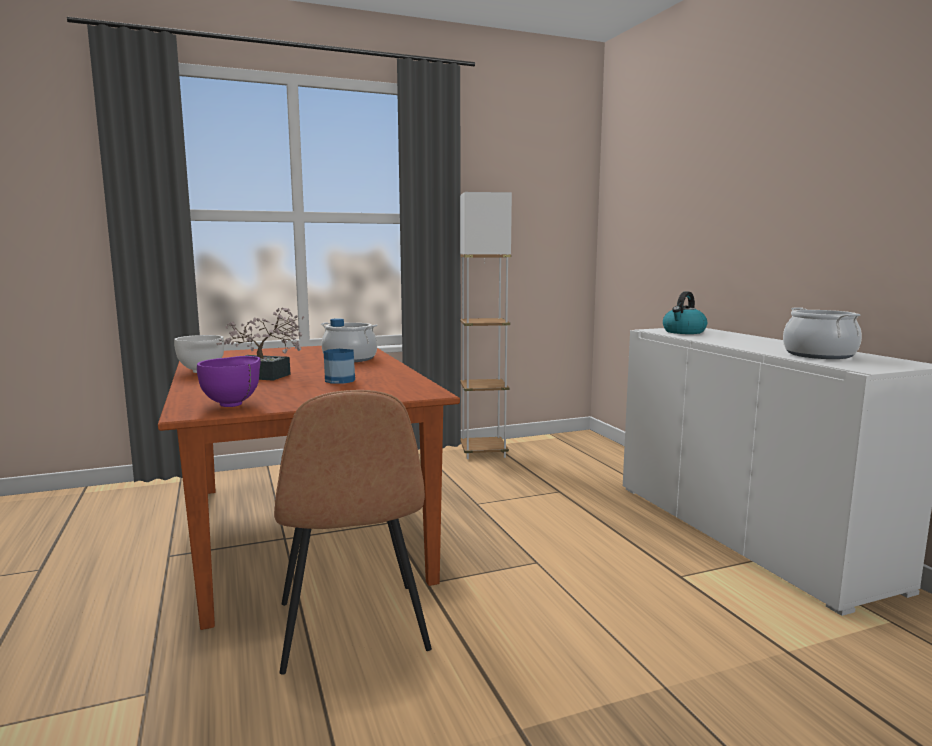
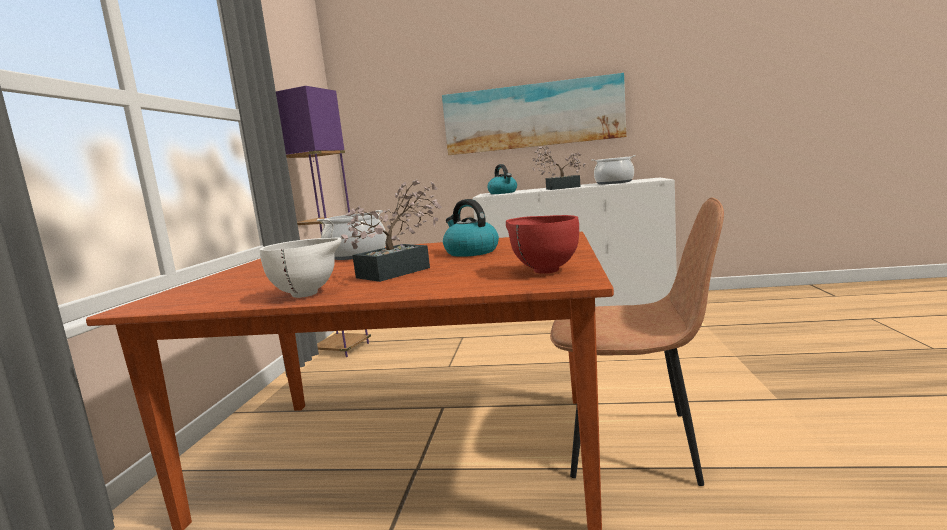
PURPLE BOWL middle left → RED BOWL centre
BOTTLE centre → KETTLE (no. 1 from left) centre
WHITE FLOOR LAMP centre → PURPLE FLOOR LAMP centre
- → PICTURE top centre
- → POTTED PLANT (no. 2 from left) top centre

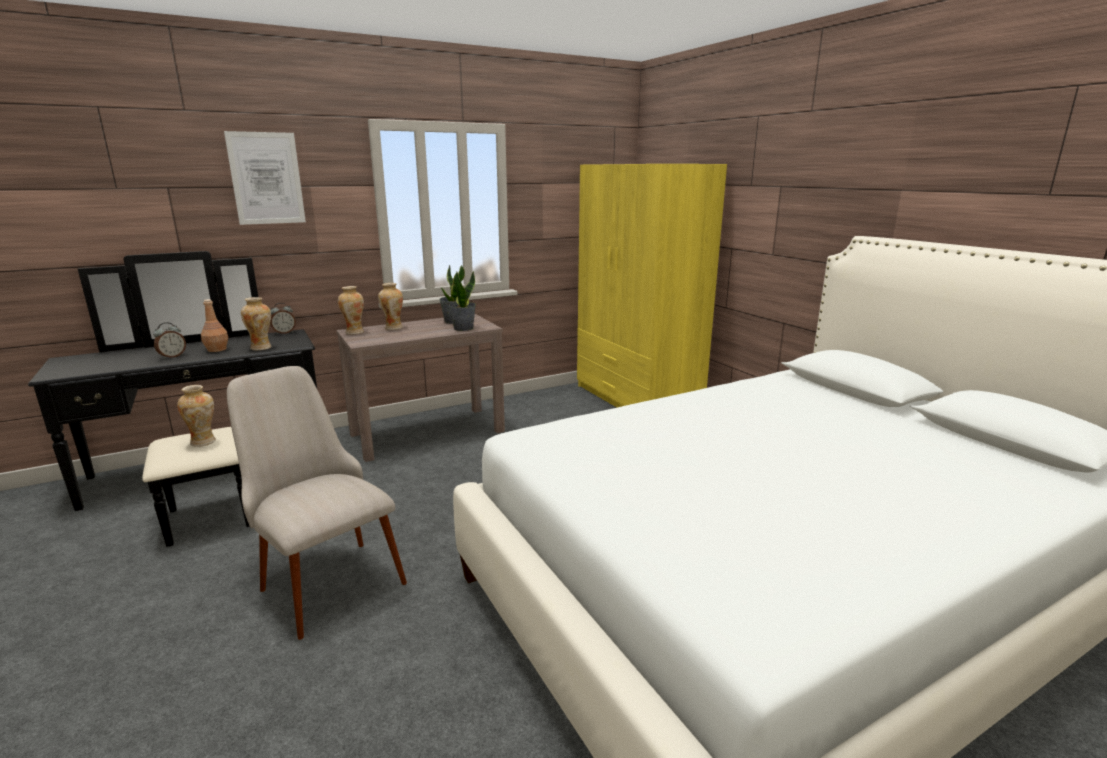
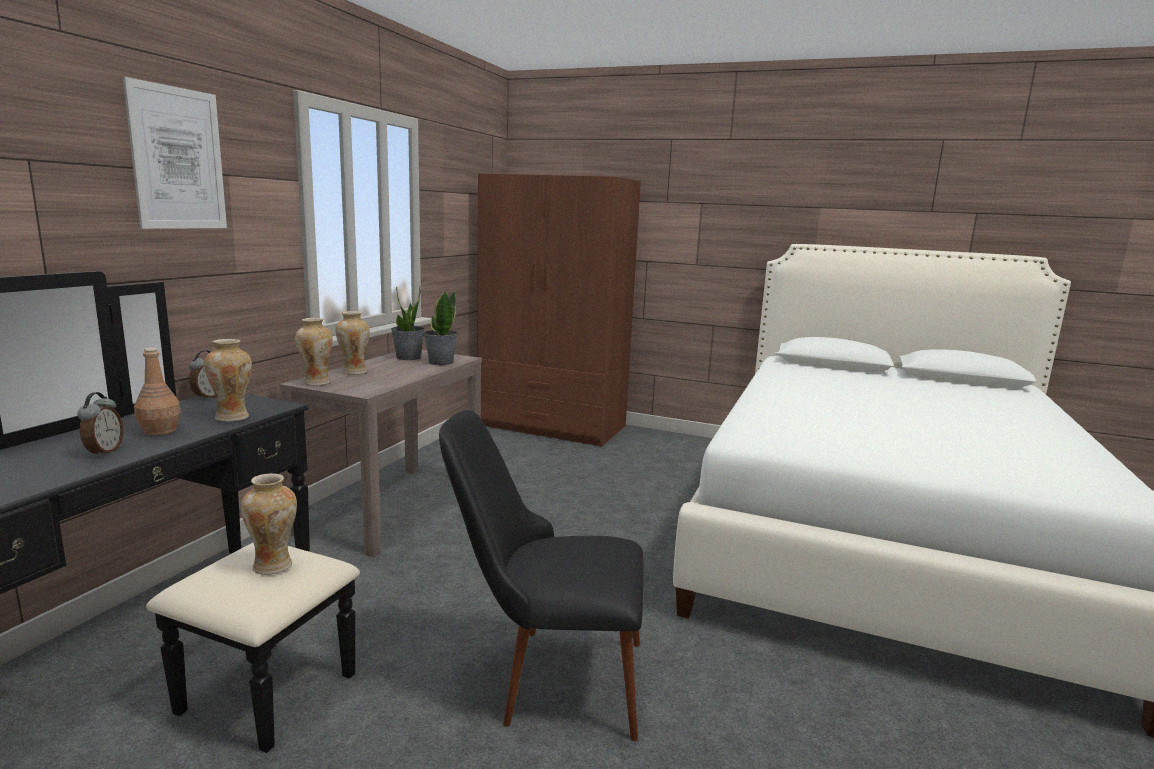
BEIGE CHAIR middle left → BLACK CHAIR bottom centre
YELLOW WARDROBE centre → BROWN WARDROBE centre

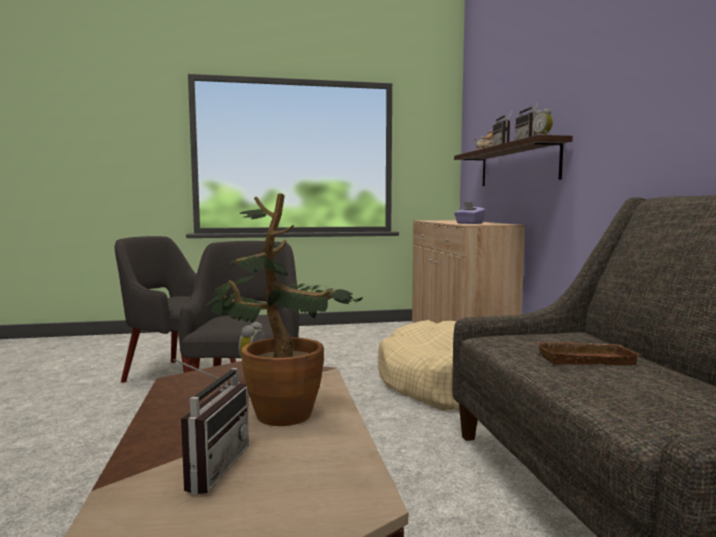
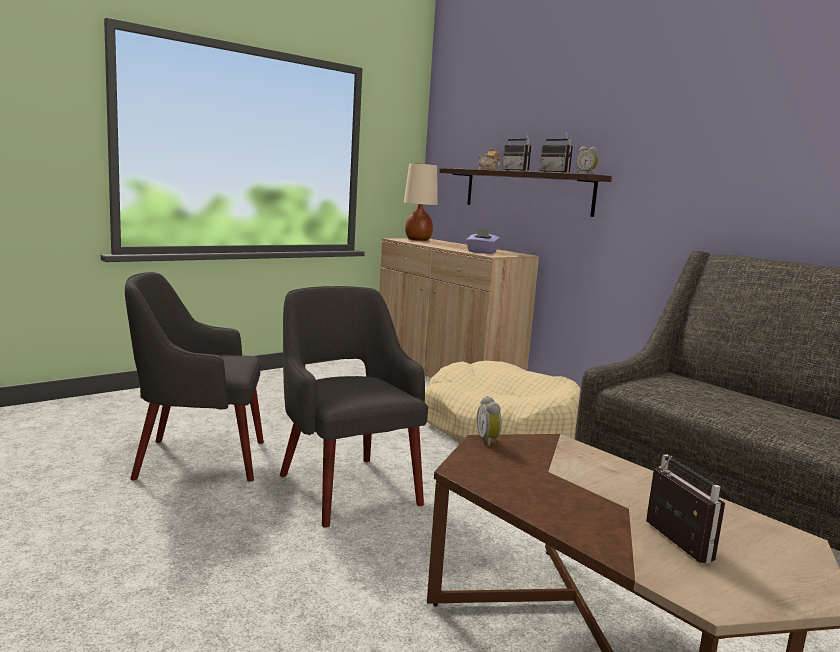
POTTED PLANT centre → -
BROWN TRAY middle right → -
- → BEIGE TABLE LAMP top centre

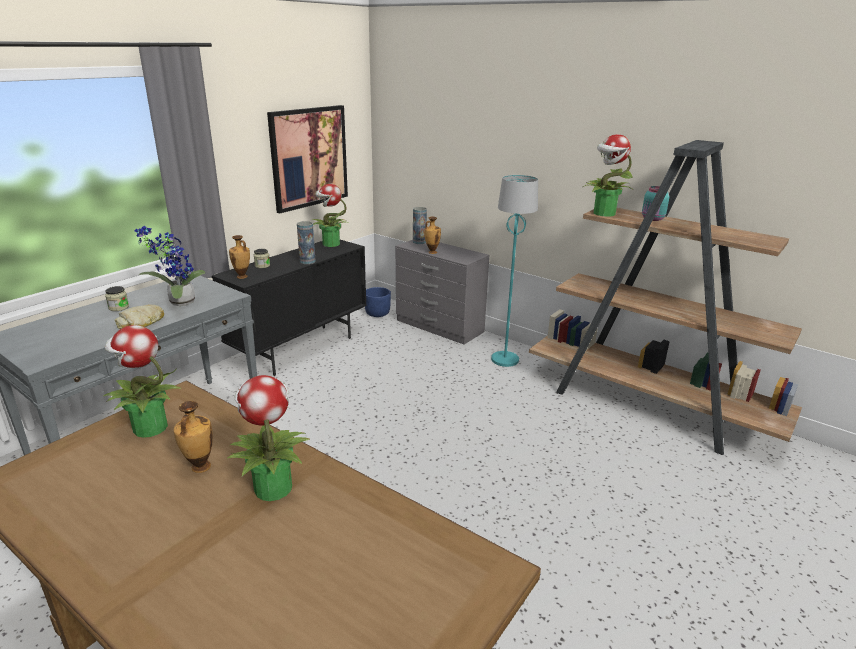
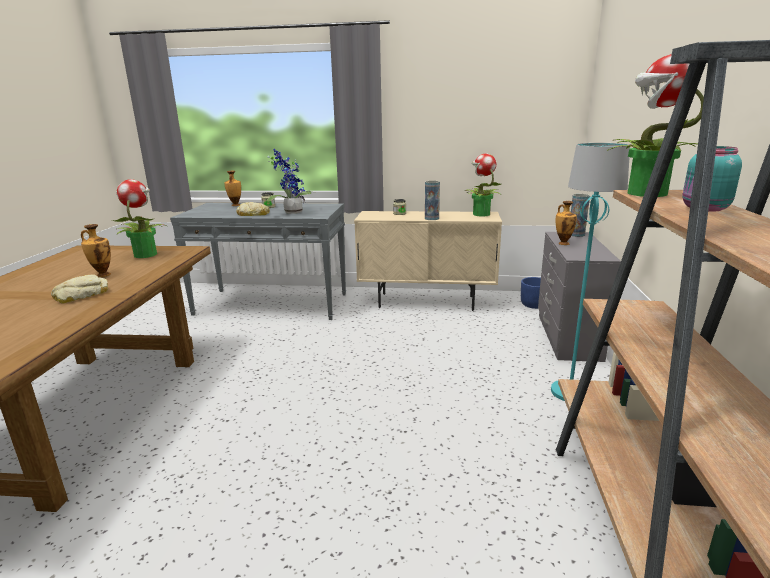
BLACK CABINET centre → BEIGE CABINET centre
POTTED PLANT (no. 3 from left) bottom left → BREAD (no. 1 from left) middle left
VASE (no. 2 from left) middle left → VASE (no. 2 from left) top left, shifted
PICTURE top centre → -

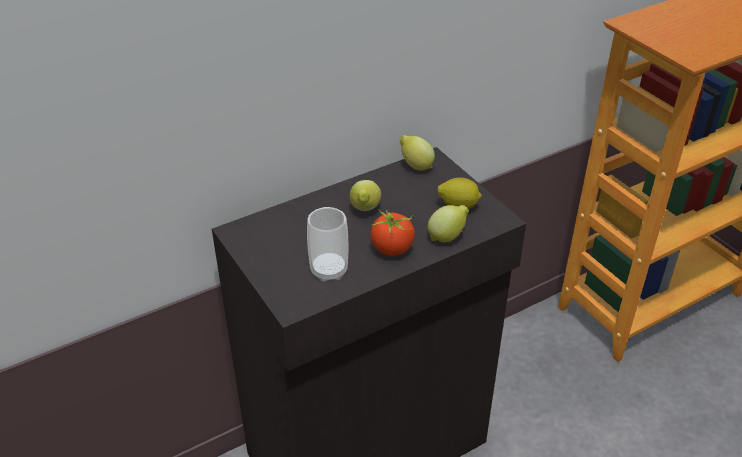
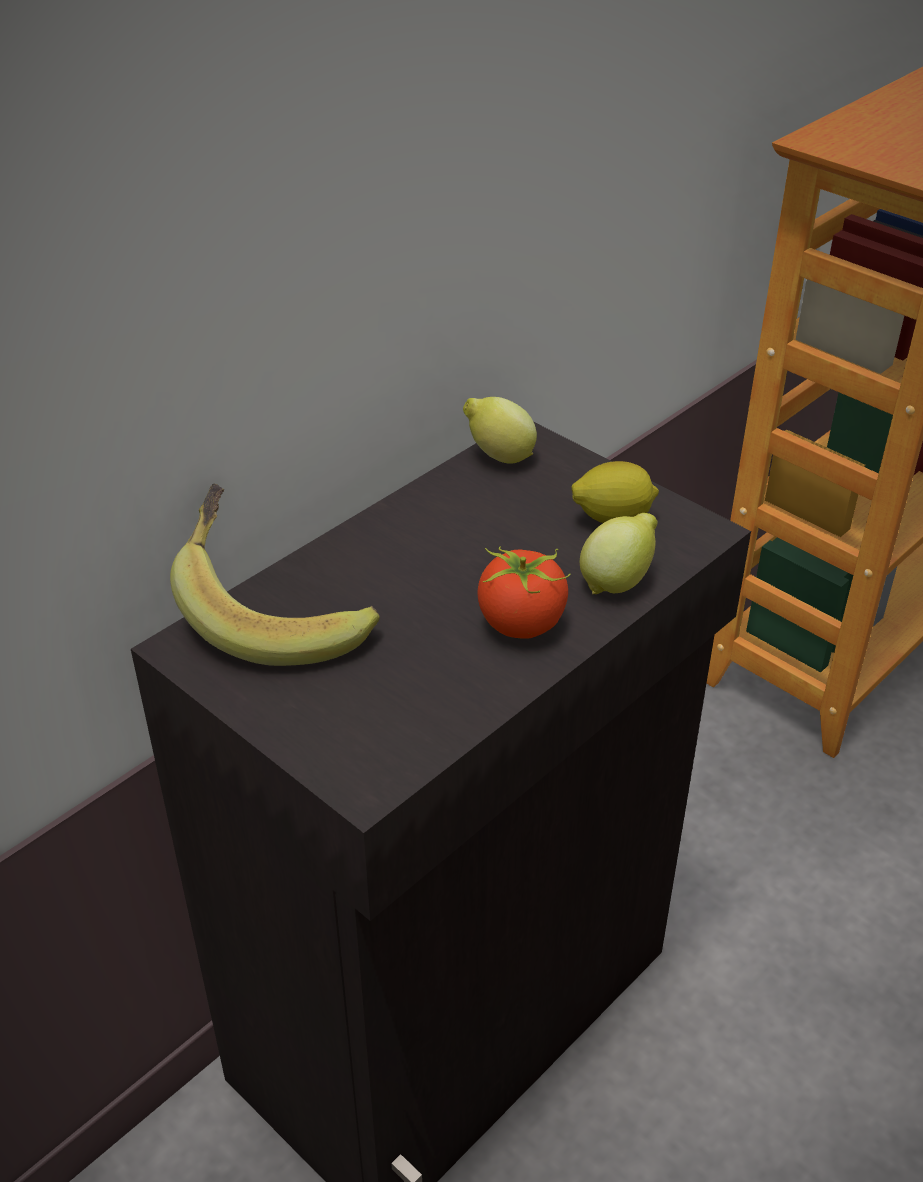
CUP centre → -
LEMON (no. 1 from left) centre → -
- → BANANA middle left

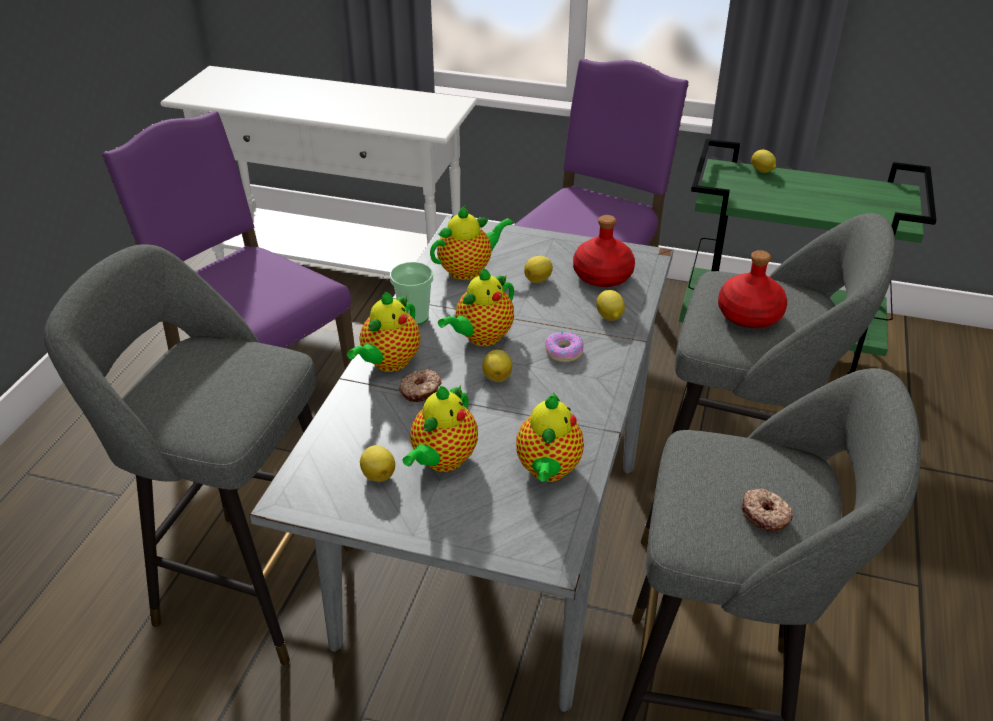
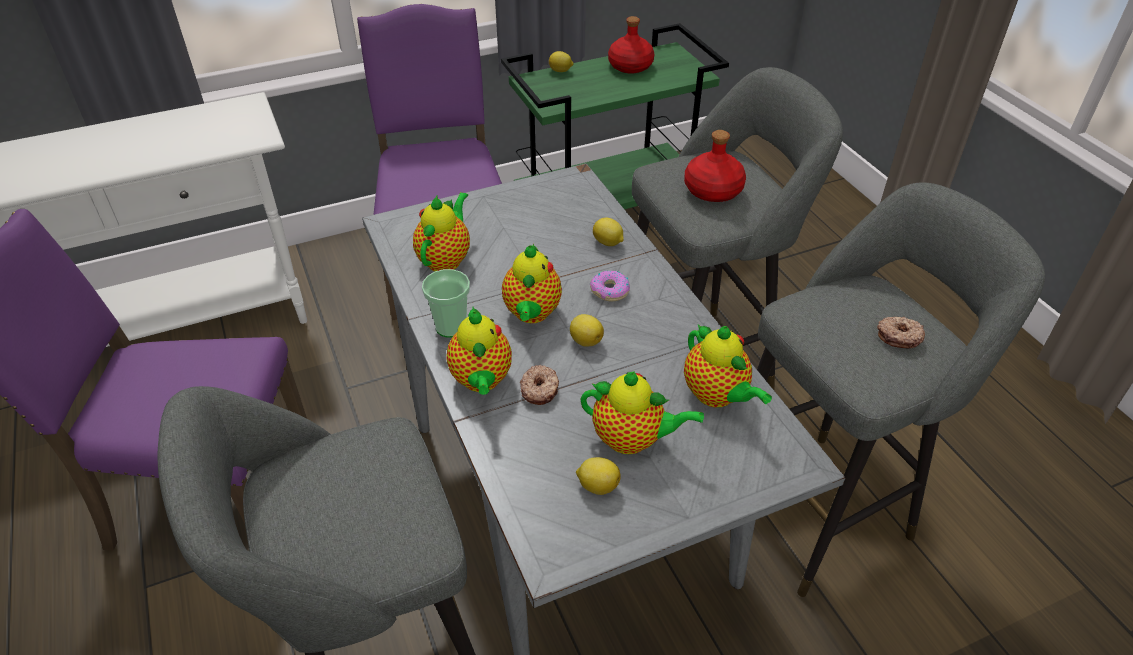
TEAPOT (no. 2 from left in the first image) centre → TEAPOT (no. 4 from left) centre, 60 degrees counterclockwise
LEMON (no. 3 from left) centre → -
RED BOTTLE (no. 1 from left) centre → RED BOTTLE (no. 1 from left) top centre, shifted

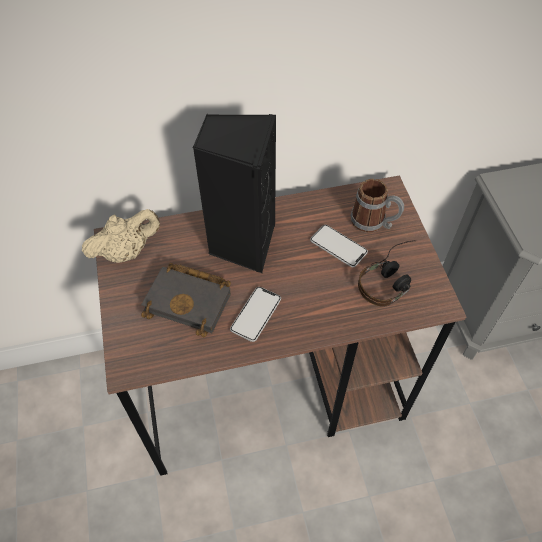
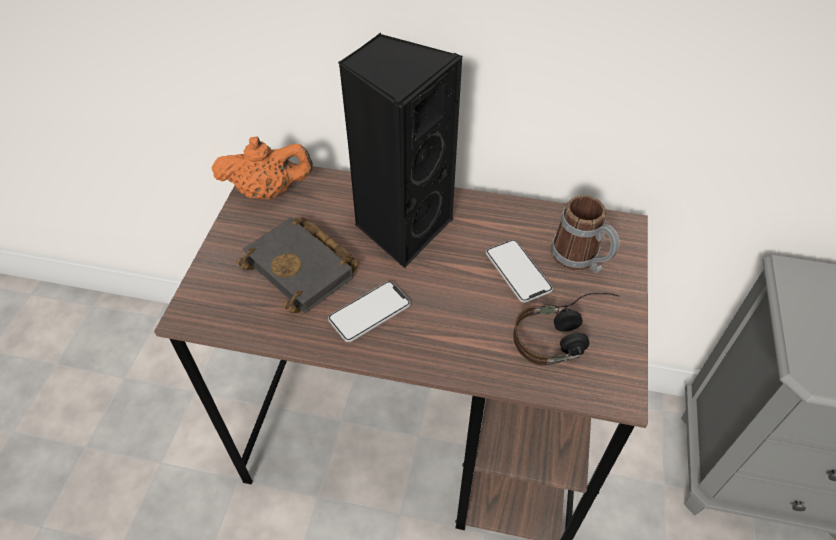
BEIGE TEAPOT middle left → ORANGE TEAPOT top left

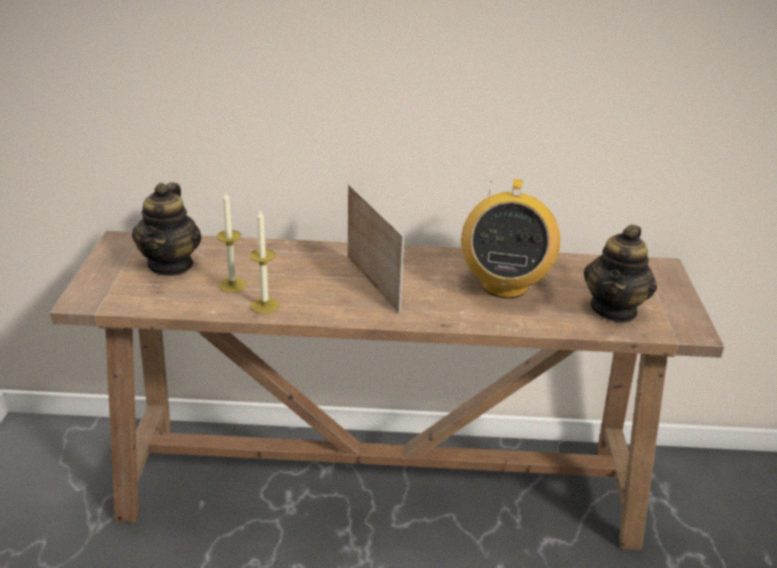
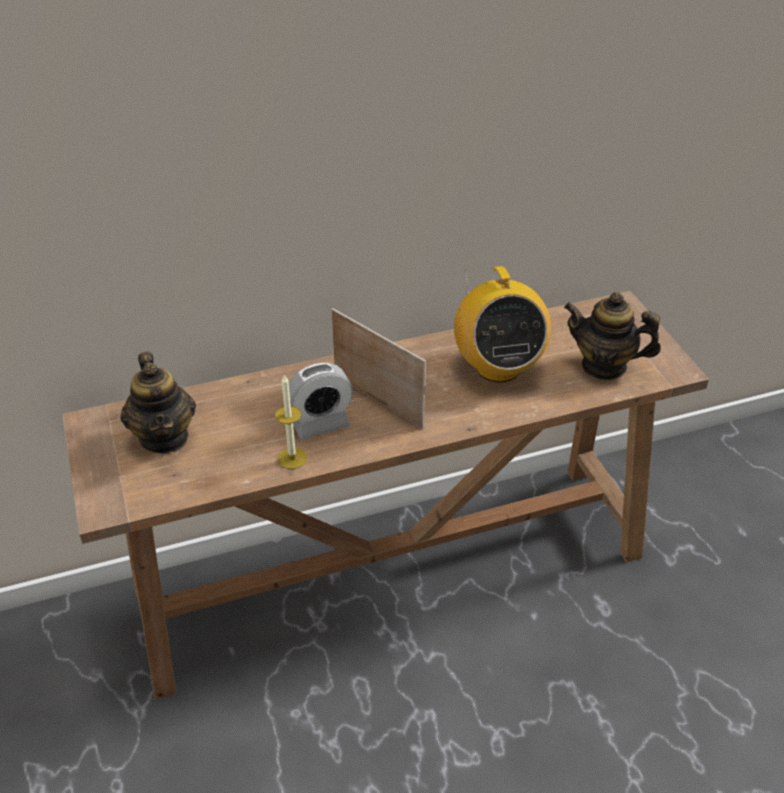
CANDLE (no. 1 from left) middle left → -
TEAPOT (no. 2 from left) middle right, 105 degrees clockwise
- → ALARM CLOCK centre

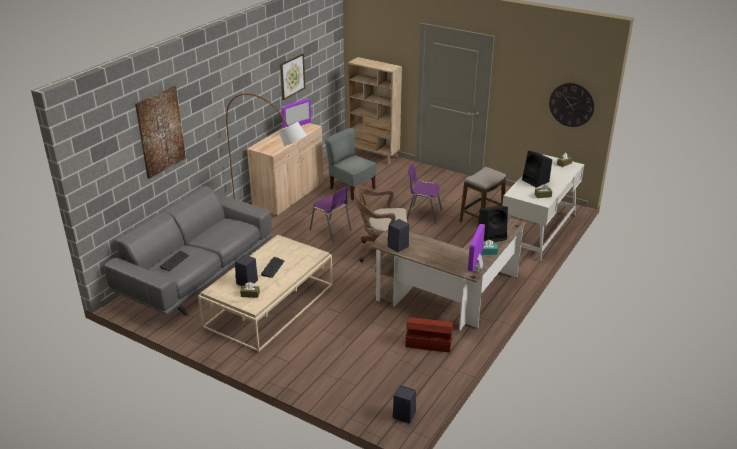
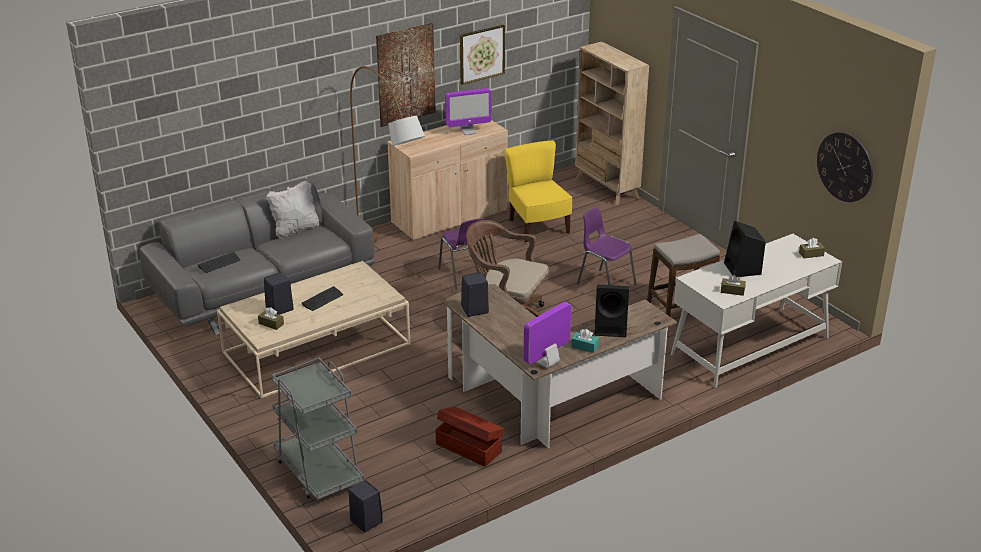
PICTURE (no. 1 from left) top left → PICTURE (no. 1 from left) top centre, shifted
GREY CHAIR centre → YELLOW CHAIR centre
- → WHITE PILLOW middle left
- → GREY CART bottom left

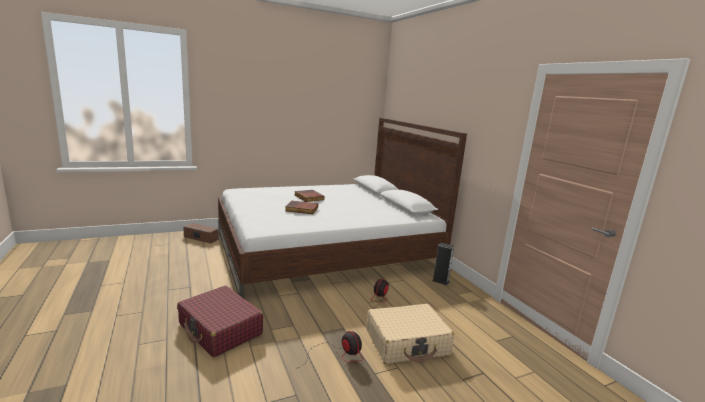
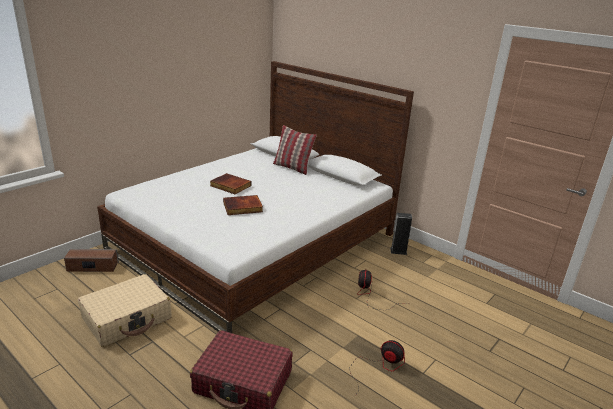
BEIGE SUITCASE bottom centre → BEIGE SUITCASE bottom left, shifted
- → PILLOW centre

